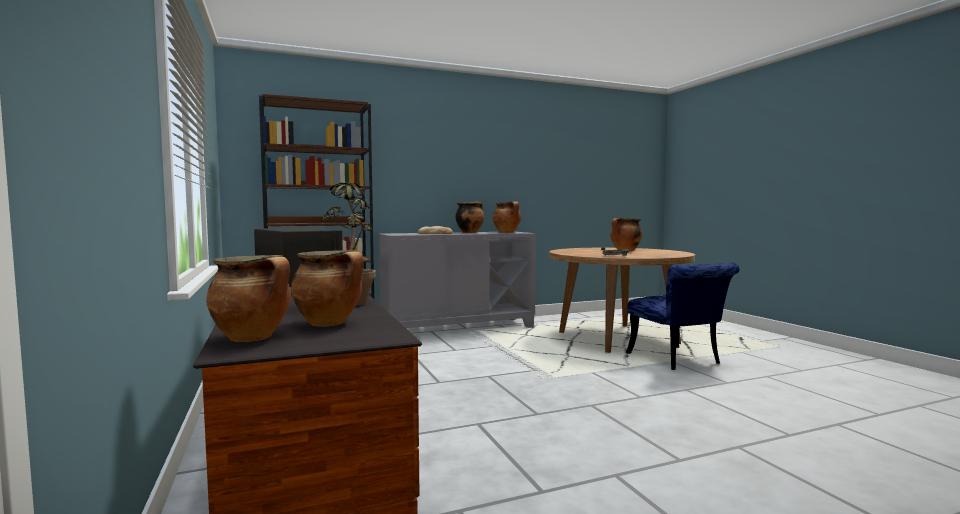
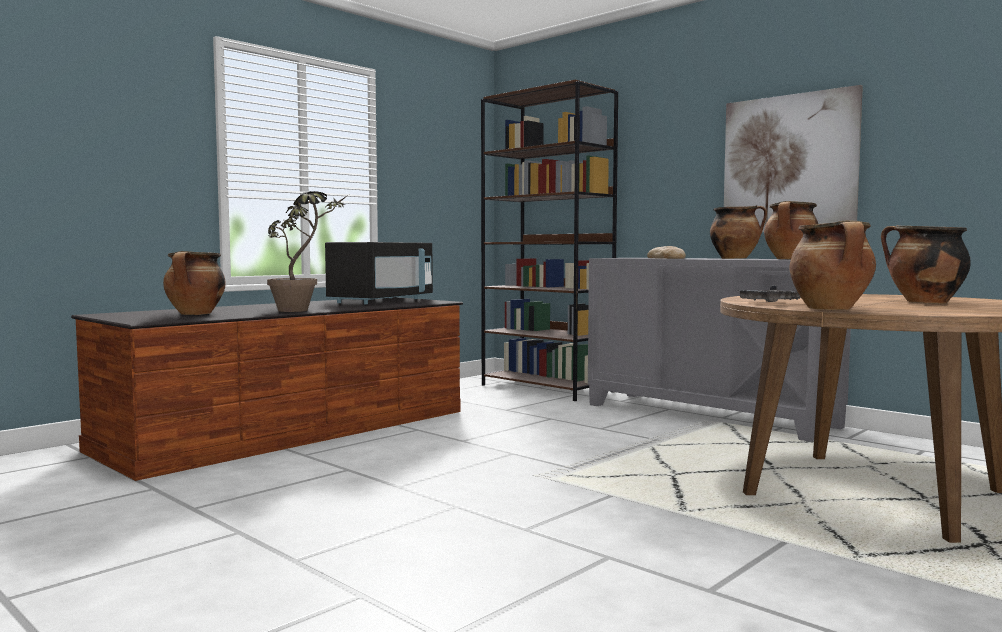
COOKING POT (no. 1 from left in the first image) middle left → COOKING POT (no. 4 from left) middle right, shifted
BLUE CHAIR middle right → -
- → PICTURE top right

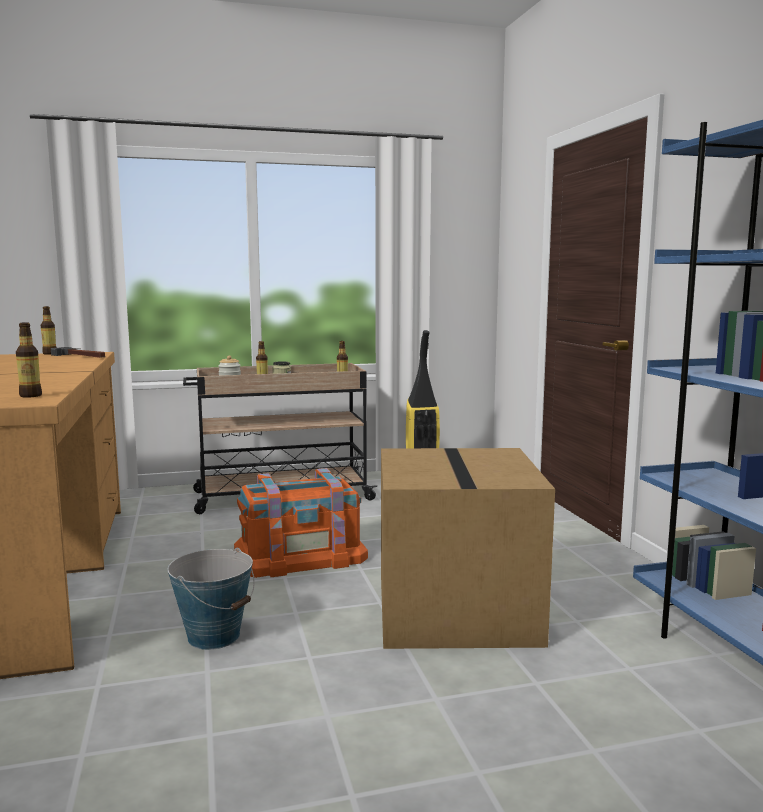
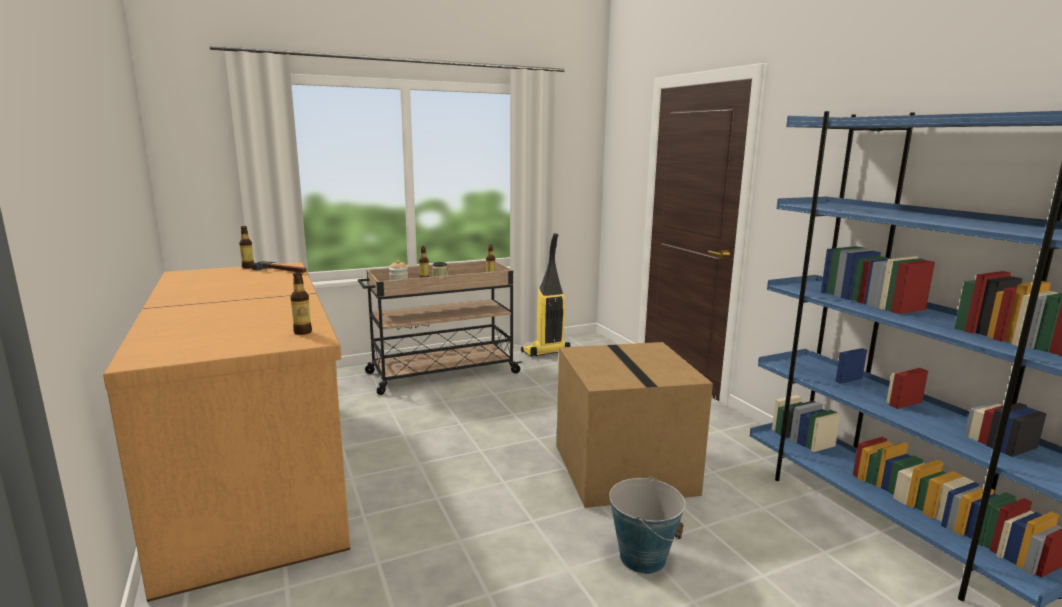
BUCKET bottom left → BUCKET bottom centre, shifted
ORANGE STORAGE BOX centre → -

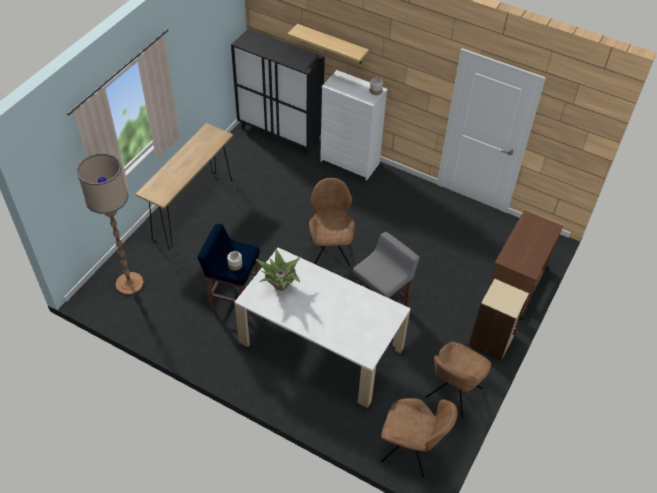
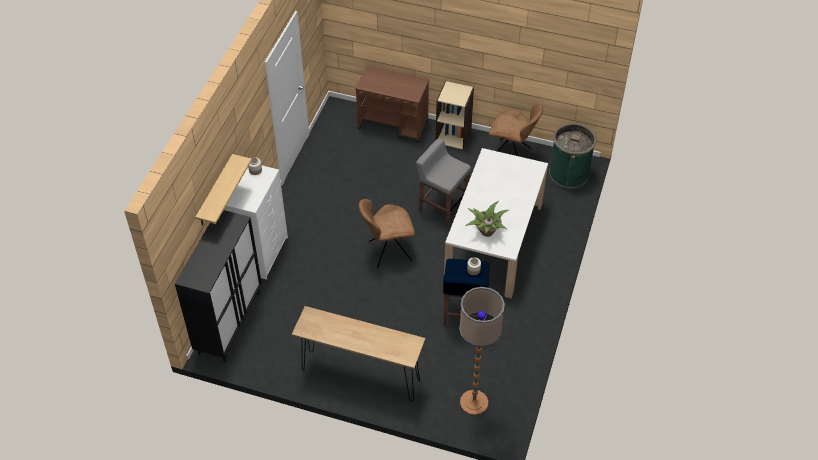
BROWN CHAIR (no. 2 from left) bottom centre → GREEN TRASH CAN middle right

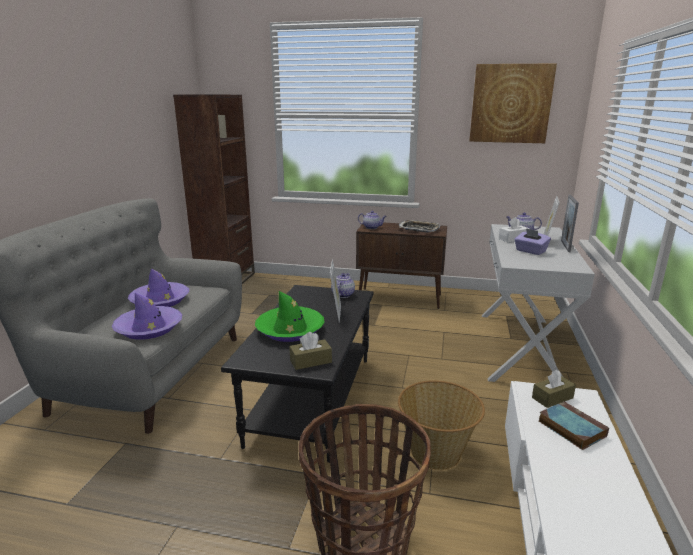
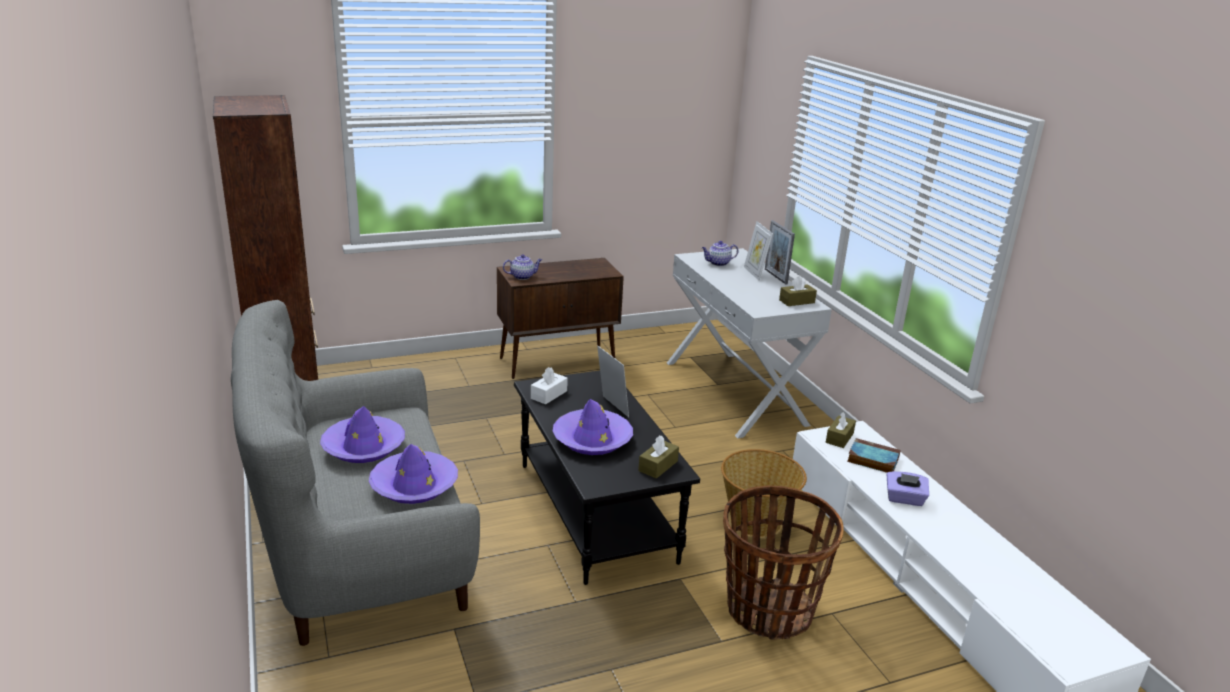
GREEN HAT centre → PURPLE HAT (no. 3 from left) centre
TEAPOT (no. 1 from left) centre → -
TRAY centre → -
PICTURE top right → -
WHITE TISSUE BOX middle right → WHITE TISSUE BOX centre, shifted
PURPLE TISSUE BOX middle right → PURPLE TISSUE BOX bottom right, shifted
- → BROWN TISSUE BOX (no. 2 from left) centre

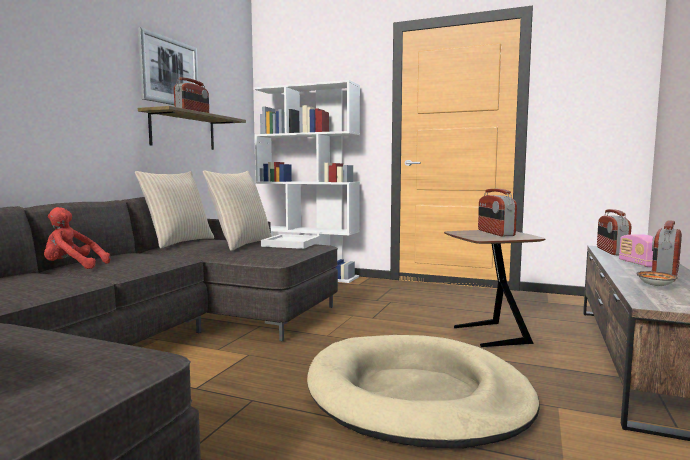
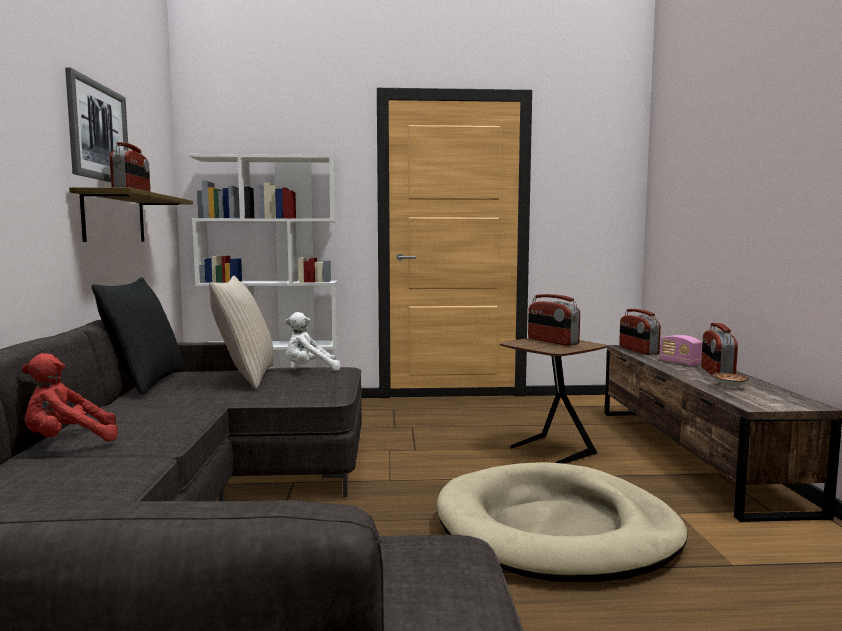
BEIGE PILLOW (no. 1 from left) middle left → BLACK PILLOW middle left
WHITE TRAY centre → WHITE PLUSH TOY centre

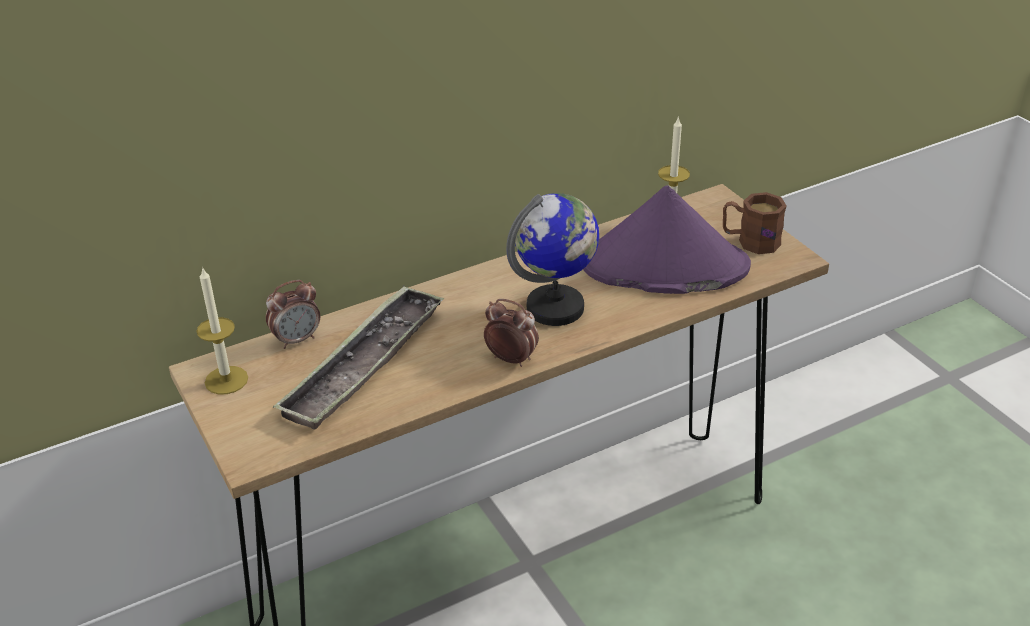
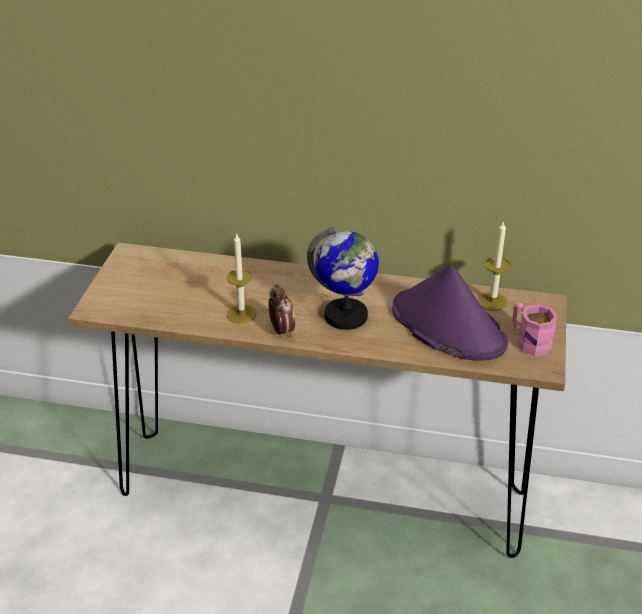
CANDLE (no. 1 from left) middle left → CANDLE (no. 1 from left) centre, shifted
ALARM CLOCK (no. 1 from left) middle left → -
TRAY centre → -
BROWN MUG middle right → PINK MUG middle right

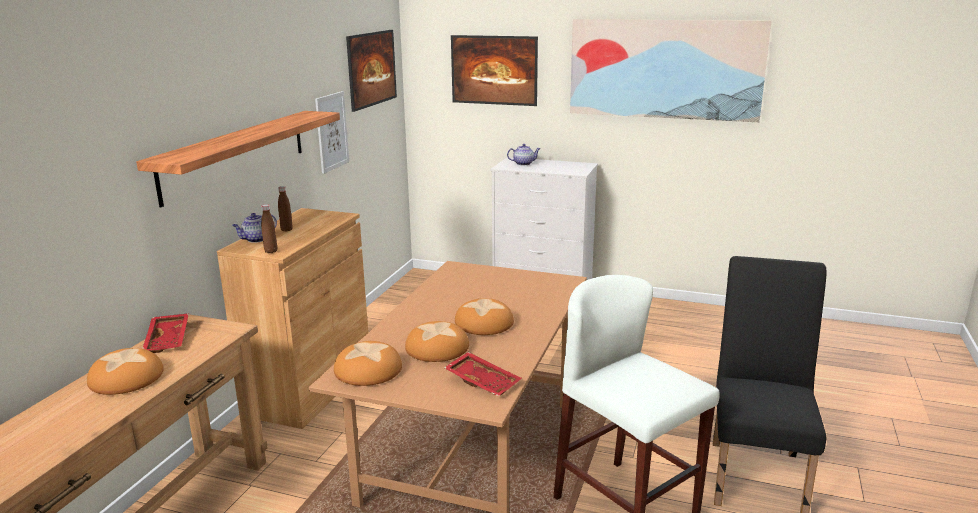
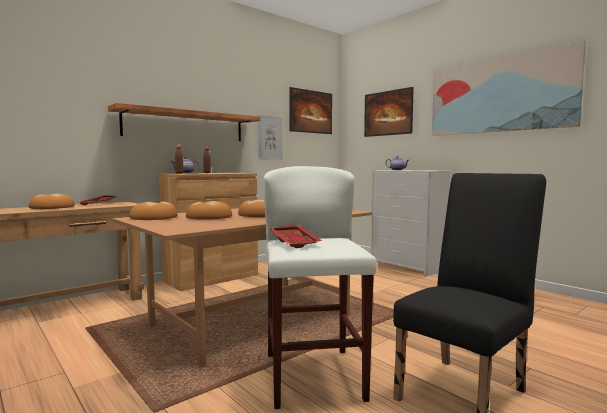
RED TRAY (no. 2 from left) bottom centre → RED TRAY (no. 2 from left) centre, shifted

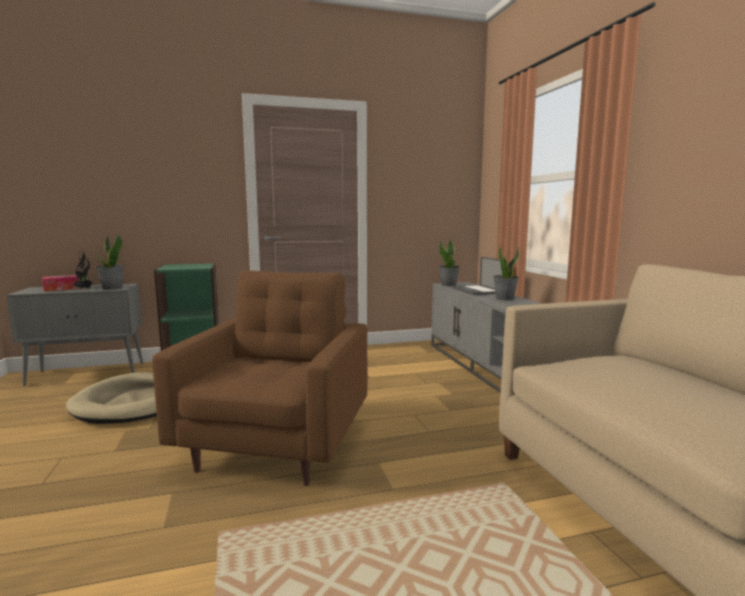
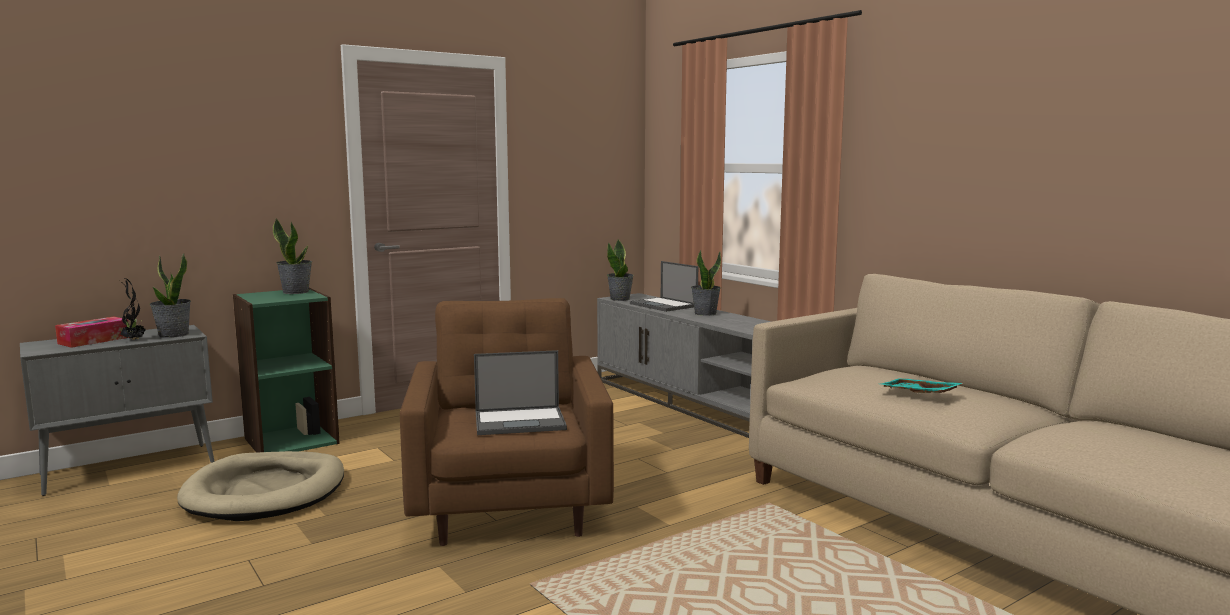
- → POTTED PLANT (no. 3 from left) middle left
- → LAPTOP (no. 1 from left) centre
- → TURQUOISE TRAY middle right

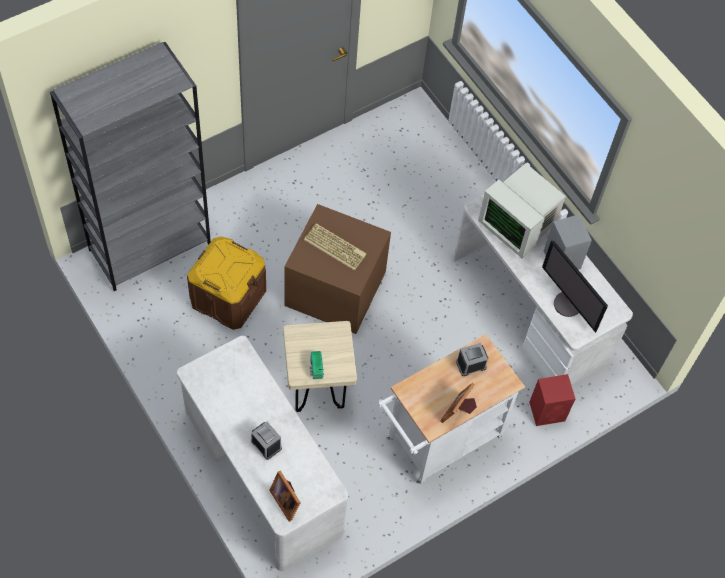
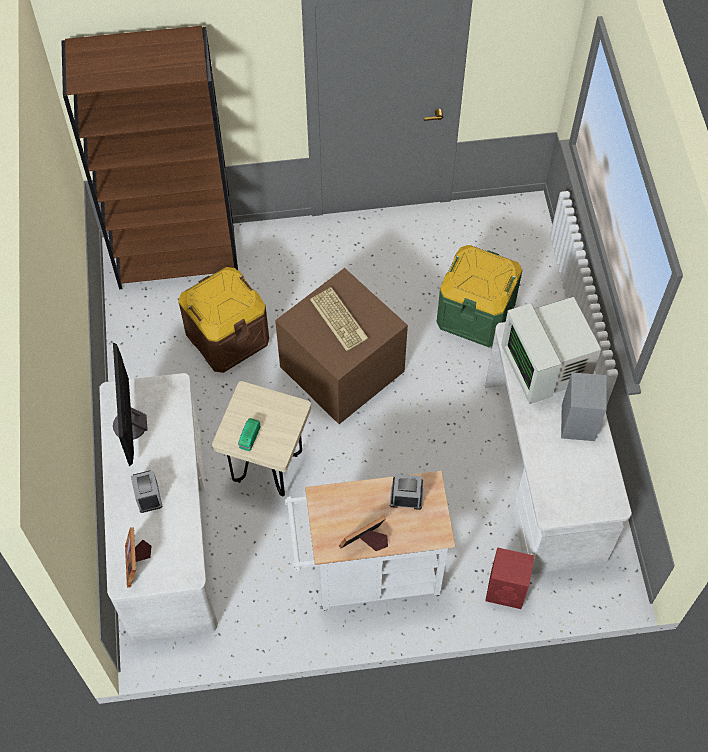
GREY BOOKCASE top left → BROWN BOOKCASE top left
MONITOR (no. 2 from left in the first image) middle right → MONITOR (no. 1 from left) middle left, shifted
- → GREEN STORAGE BOX middle right

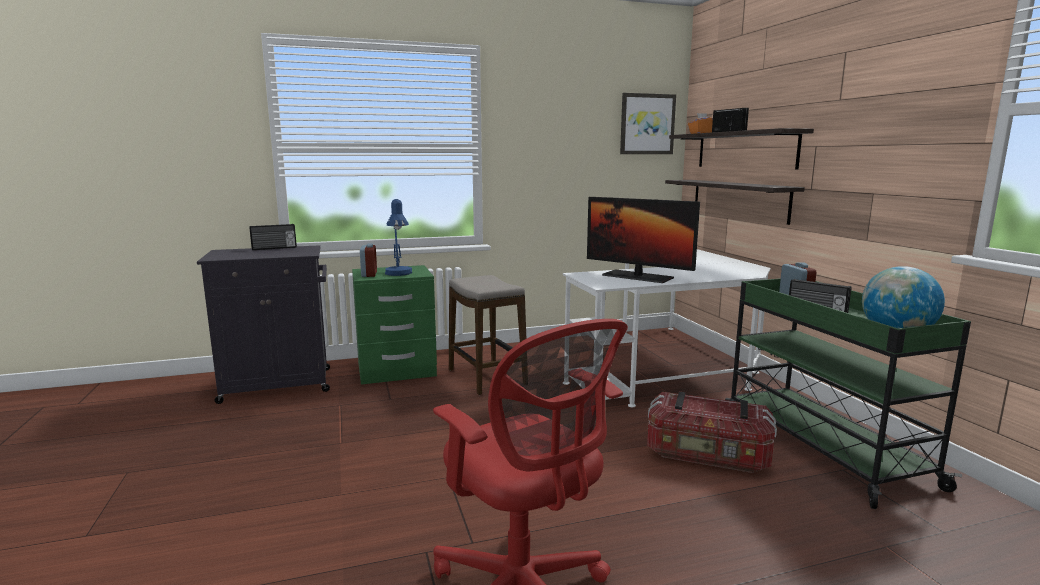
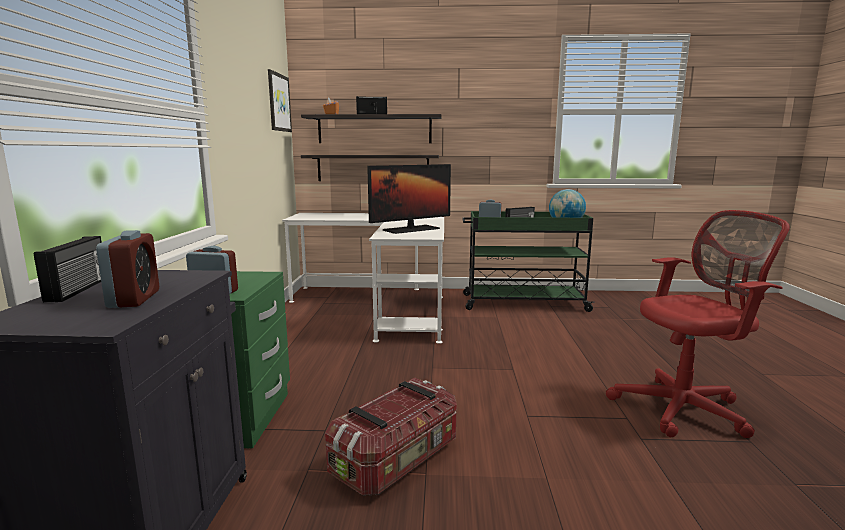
BLUE TABLE LAMP centre → -
STOOL centre → -
STORAGE BOX bottom right → STORAGE BOX bottom centre, shifted
- → ALARM CLOCK (no. 1 from left) middle left

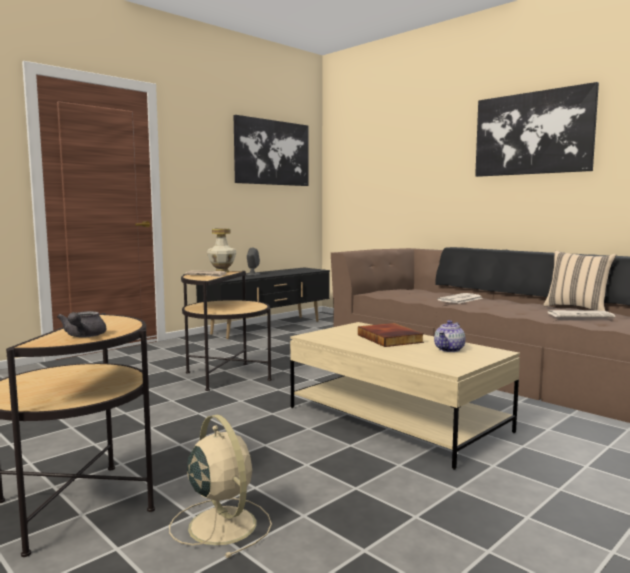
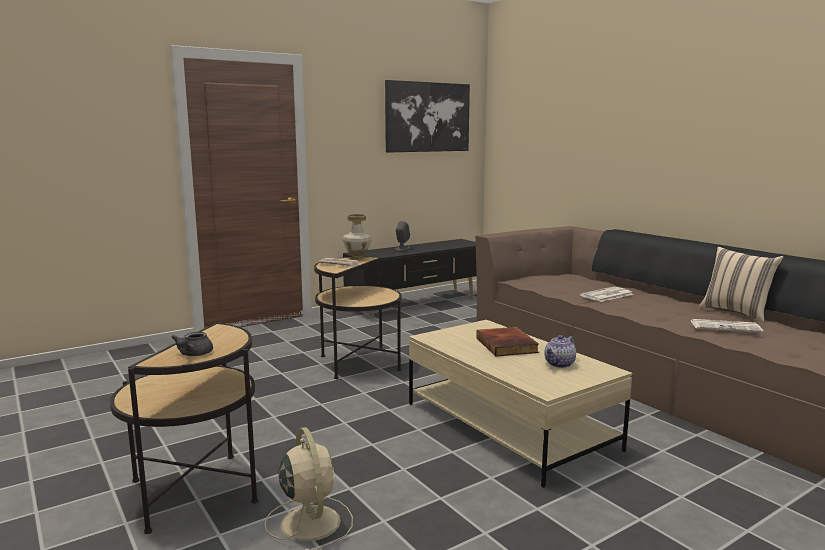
PICTURE (no. 2 from left) top right → -

